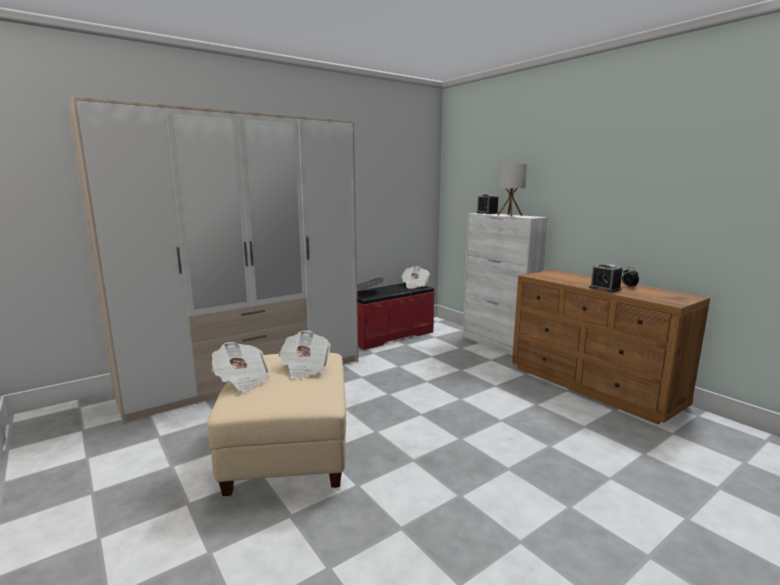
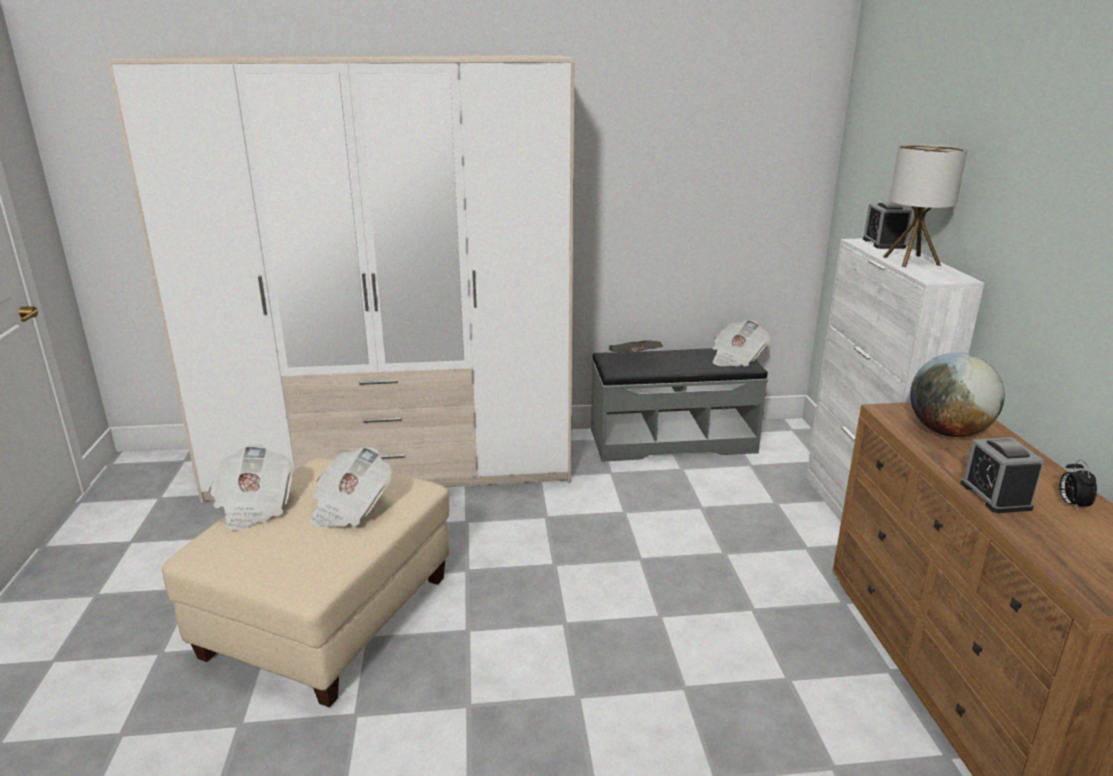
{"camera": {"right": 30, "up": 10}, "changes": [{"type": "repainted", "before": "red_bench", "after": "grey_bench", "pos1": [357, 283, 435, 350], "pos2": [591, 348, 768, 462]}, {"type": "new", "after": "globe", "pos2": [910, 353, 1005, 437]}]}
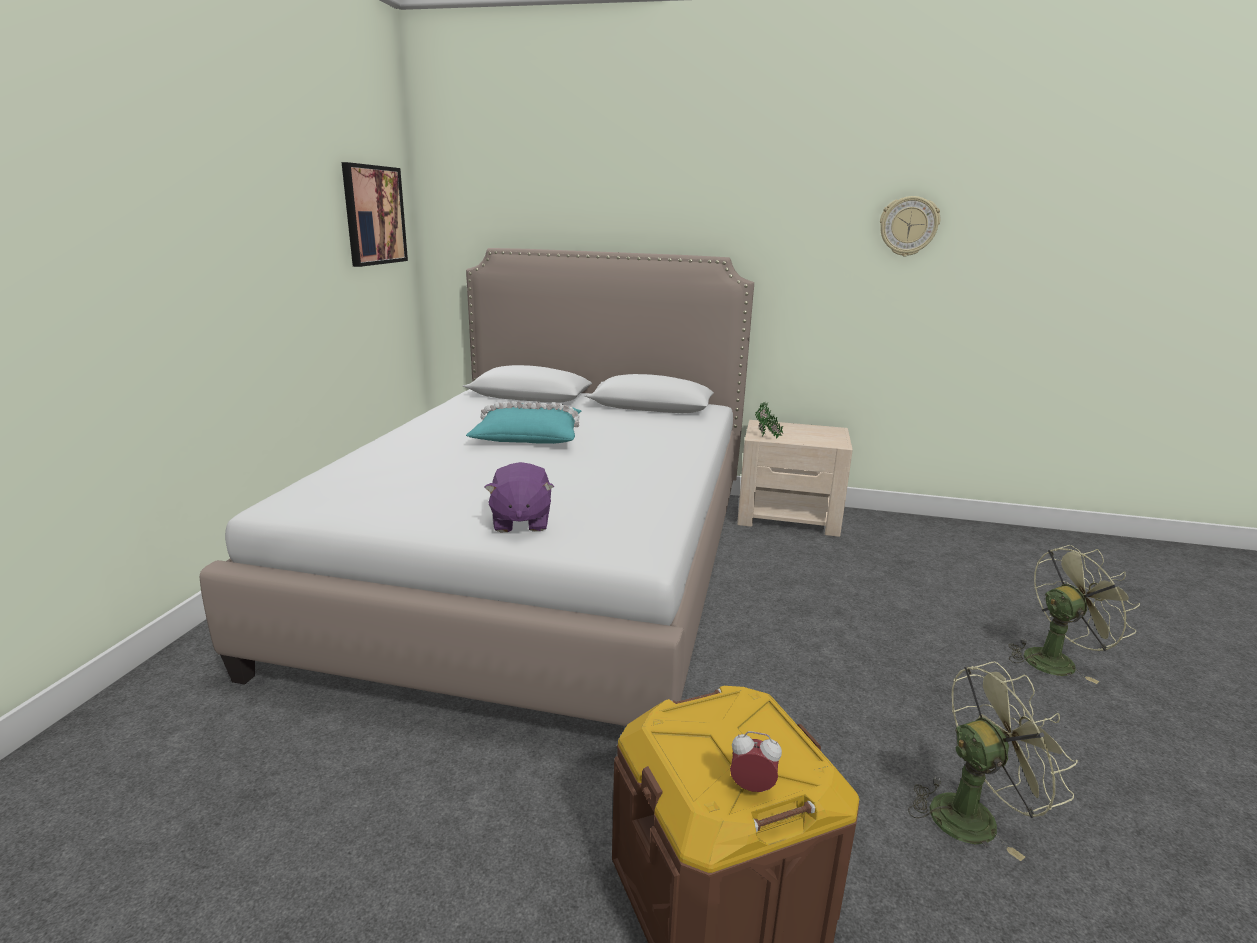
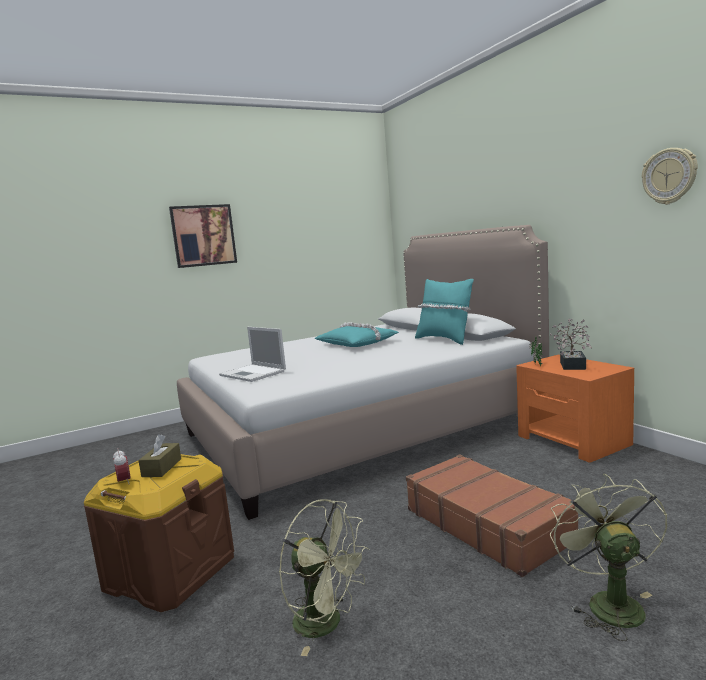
{"camera": {"right": 50, "up": -10}, "changes": [{"type": "shifted", "before": "picture", "pos1": [342, 162, 408, 267], "pos2": [169, 204, 237, 268]}, {"type": "repainted", "before": "beige_nightstand", "after": "orange_nightstand", "pos1": [737, 420, 853, 537], "pos2": [516, 355, 634, 463]}, {"type": "swapped", "before": "purple_plush_toy", "after": "laptop", "pos1": [484, 462, 554, 532], "pos2": [219, 327, 286, 382]}, {"type": "rotated", "before": "green_fan", "pos1": [1009, 545, 1140, 684], "pos2": [550, 474, 667, 641], "turn": -120}, {"type": "new", "after": "turquoise_pillow", "pos2": [415, 279, 474, 345]}, {"type": "new", "after": "potted_plant", "pos2": [551, 318, 592, 370]}, {"type": "new", "after": "brown_tissue_box", "pos2": [138, 434, 181, 477]}, {"type": "new", "after": "brown_suitcase", "pos2": [406, 454, 578, 577]}]}
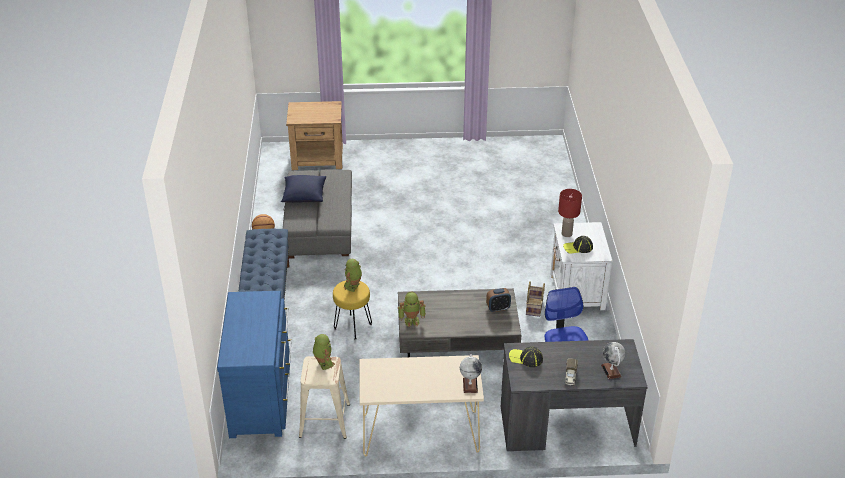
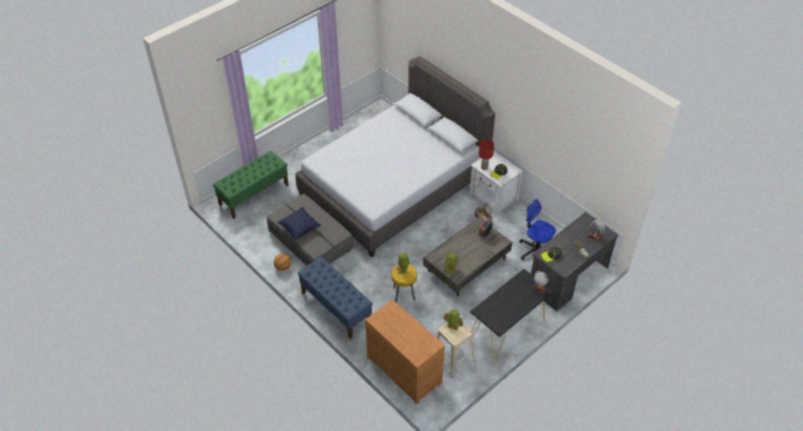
{"camera": {"right": -40, "up": 10}, "changes": [{"type": "swapped", "before": "brown_nightstand", "after": "green_bench", "pos1": [286, 101, 343, 170], "pos2": [213, 151, 289, 219]}, {"type": "repainted", "before": "blue_dresser", "after": "brown_dresser", "pos1": [217, 291, 292, 438], "pos2": [365, 299, 445, 405]}, {"type": "repainted", "before": "beige_console_table", "after": "black_console_table", "pos1": [360, 355, 484, 456], "pos2": [470, 269, 553, 363]}, {"type": "new", "after": "grey_bed", "pos2": [295, 56, 495, 257]}]}
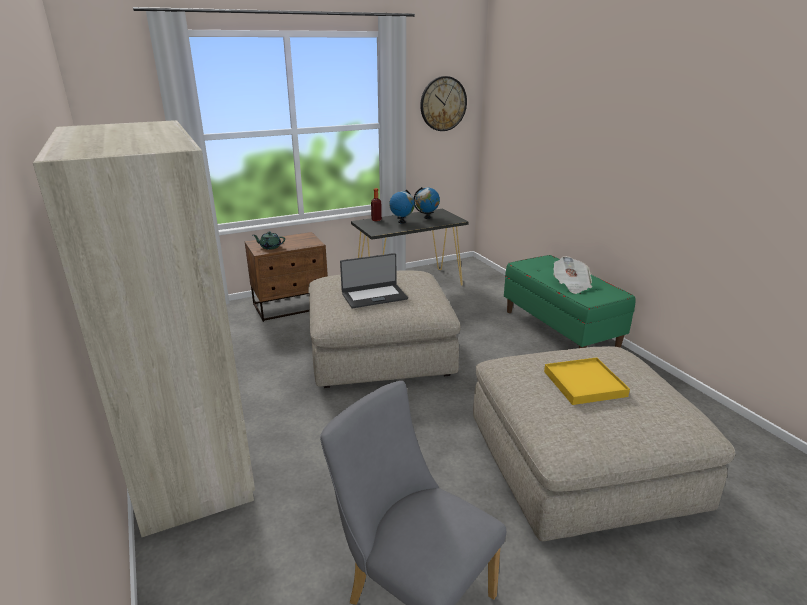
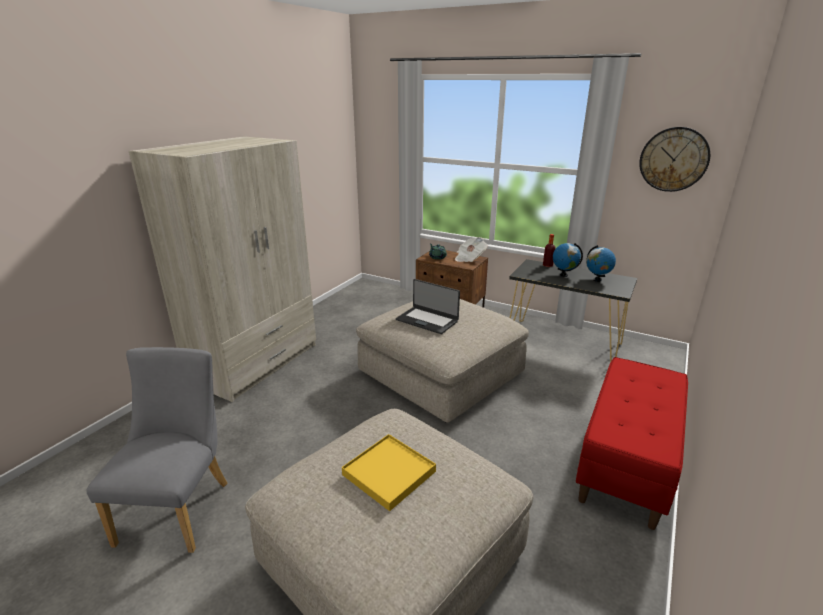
{"camera": {"right": 55, "up": 0}, "changes": [{"type": "repainted", "before": "green_bench", "after": "red_bench", "pos1": [504, 255, 636, 348], "pos2": [576, 357, 688, 530]}, {"type": "shifted", "before": "newspaper", "pos1": [553, 256, 592, 294], "pos2": [455, 237, 487, 262]}]}
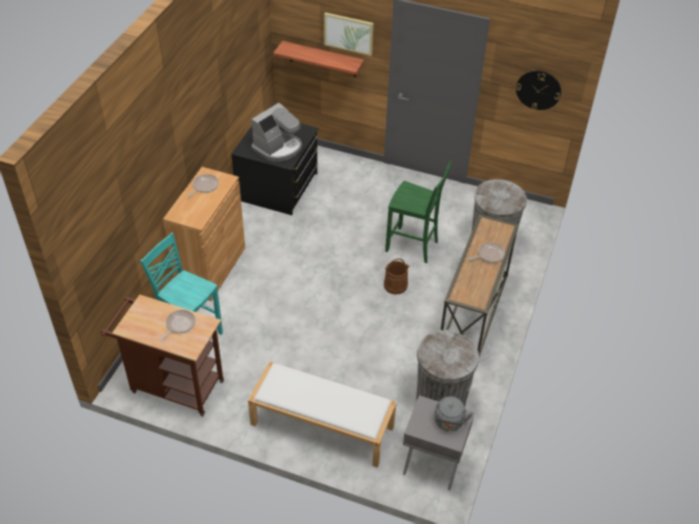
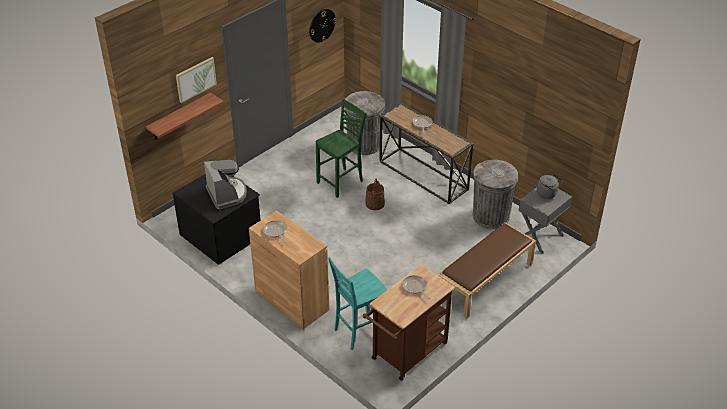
{"camera": {"right": -65, "up": -5}, "changes": [{"type": "repainted", "before": "white_bench", "after": "brown_bench", "pos1": [248, 362, 397, 468], "pos2": [438, 222, 536, 319]}]}
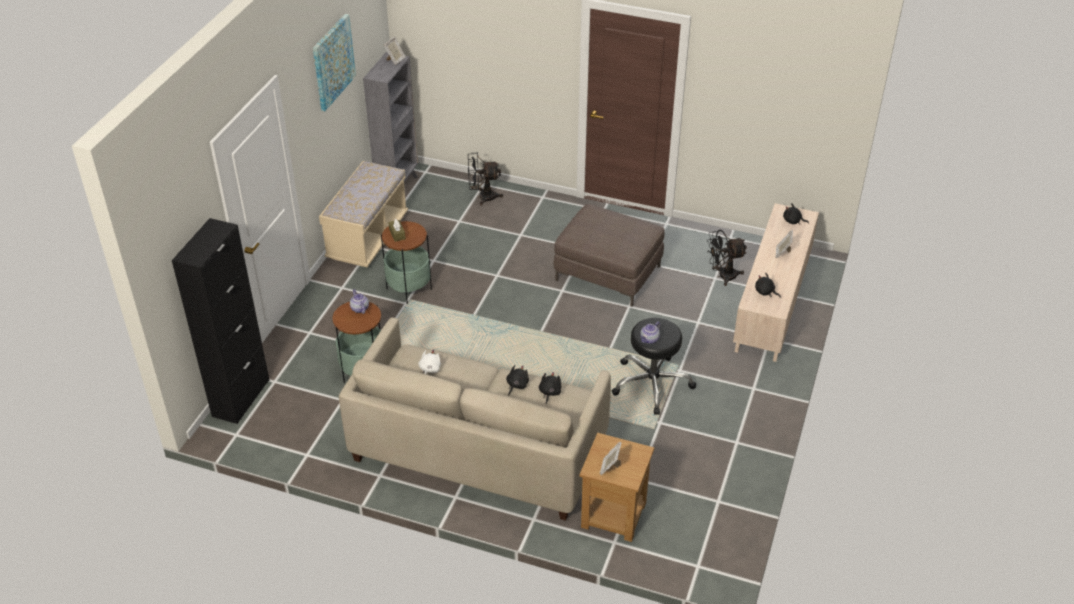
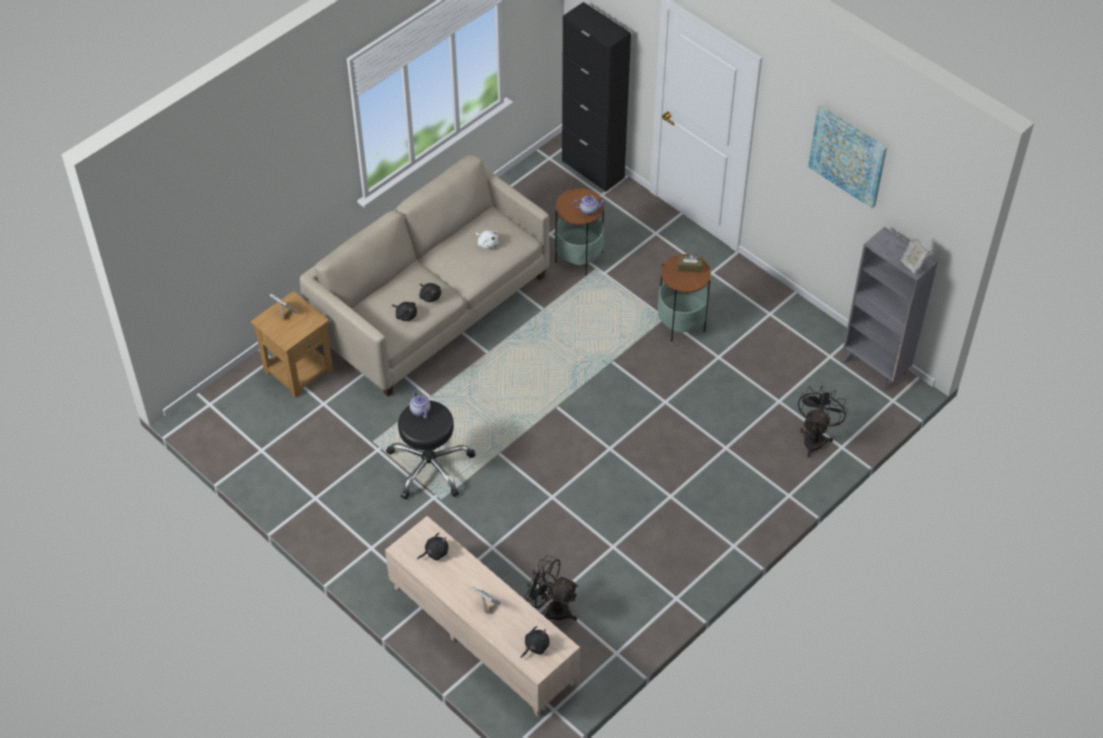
{"camera": {"right": 115, "up": 10}, "changes": [{"type": "gone", "before": "beige_bench", "pos1": [319, 161, 408, 268]}, {"type": "gone", "before": "brown_ottoman", "pos1": [554, 204, 665, 307]}, {"type": "rotated", "before": "black_fan", "pos1": [707, 230, 747, 286], "pos2": [525, 555, 579, 621], "turn": -75}]}
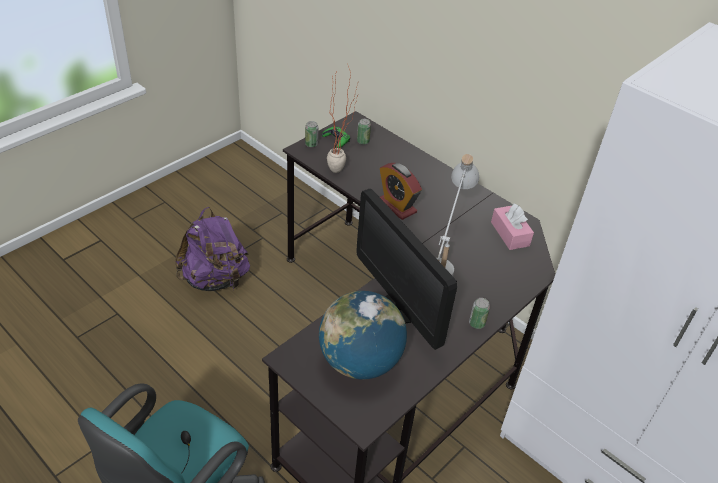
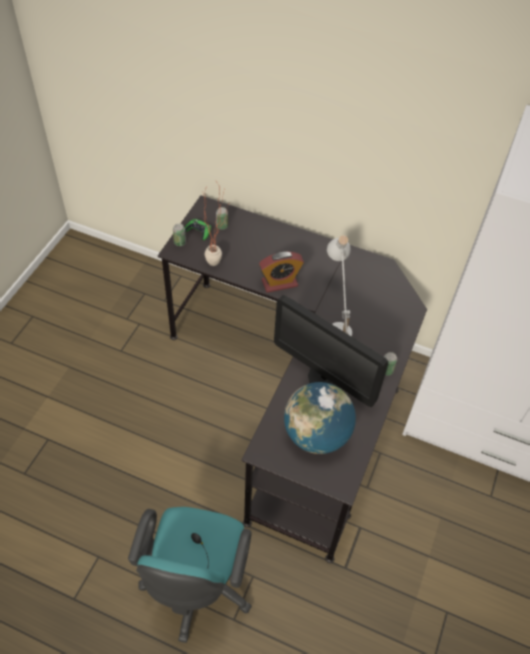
{"camera": {"right": -20, "up": 10}, "changes": [{"type": "rotated", "before": "alarm_clock", "pos1": [380, 163, 422, 220], "pos2": [259, 252, 304, 293], "turn": -45}, {"type": "gone", "before": "pink_tissue_box", "pos1": [491, 204, 534, 250]}, {"type": "gone", "before": "purple_backpack", "pos1": [175, 207, 250, 291]}]}
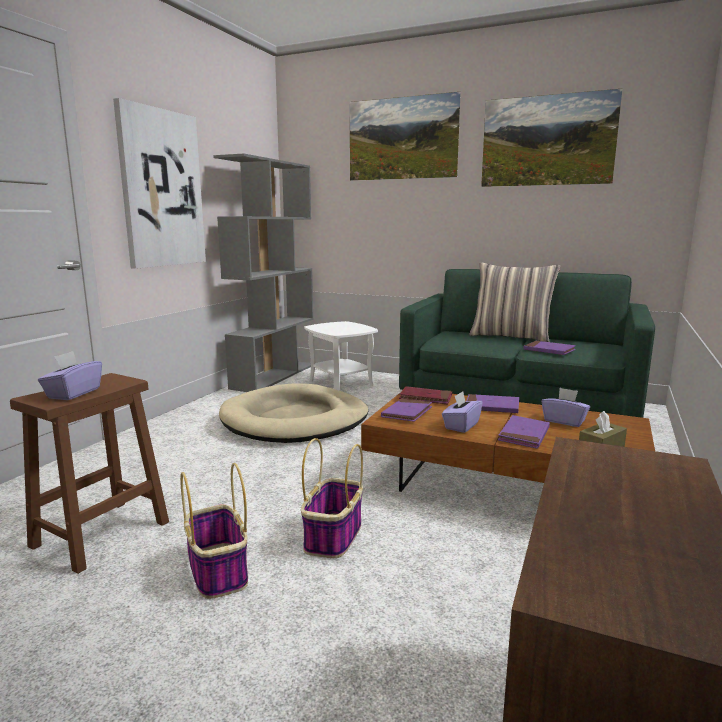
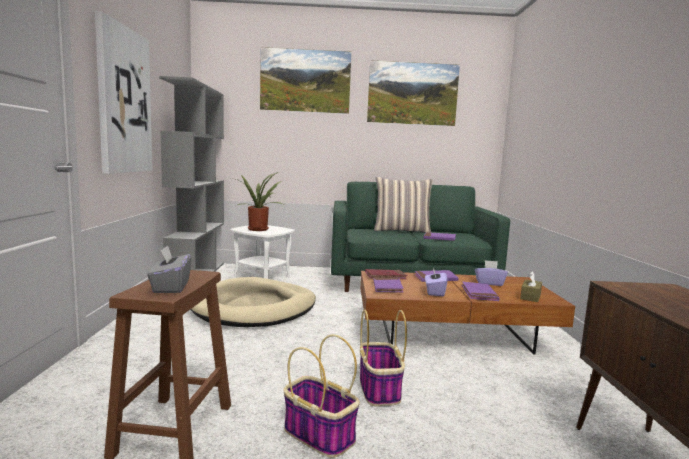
{"camera": {"right": -25, "up": -5}, "changes": [{"type": "repainted", "before": "purple_tissue_box", "after": "grey_tissue_box", "pos1": [38, 351, 102, 400], "pos2": [147, 245, 192, 293]}, {"type": "new", "after": "potted_plant", "pos2": [231, 173, 283, 231]}]}
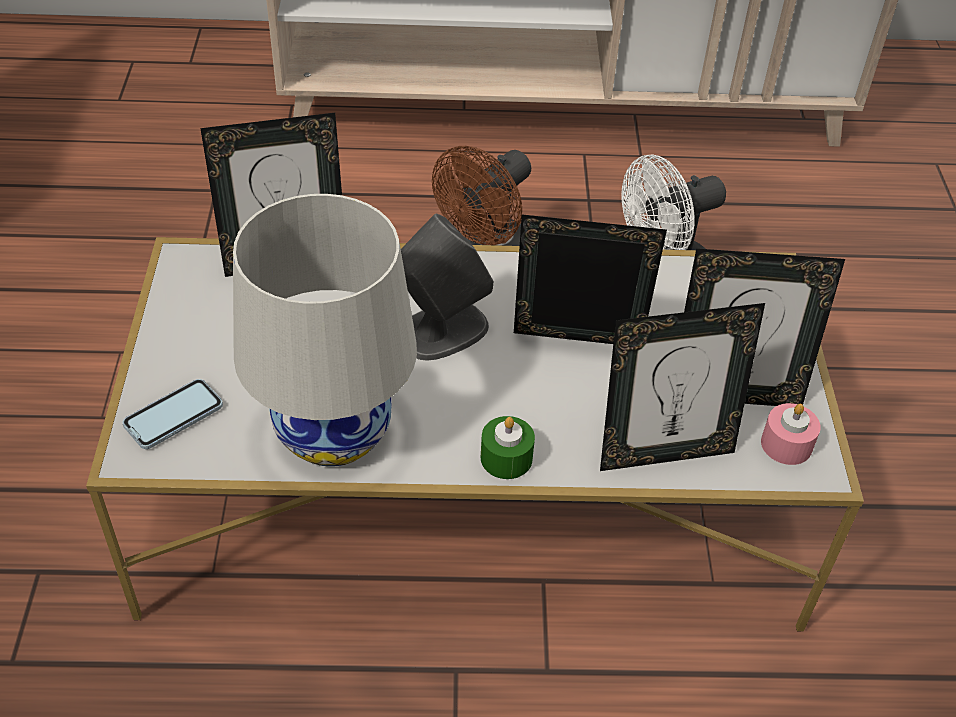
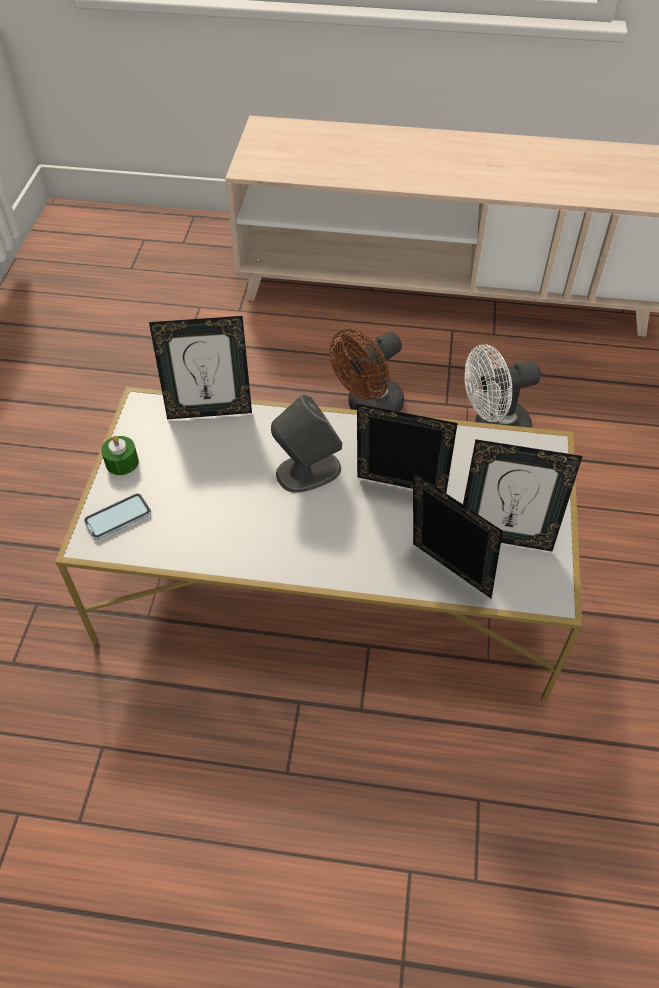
{"camera": {"right": 10, "up": 5}, "changes": [{"type": "gone", "before": "white_table_lamp", "pos1": [233, 194, 417, 467]}, {"type": "rotated", "before": "picture_frame", "pos1": [600, 303, 765, 471], "pos2": [413, 472, 503, 598], "turn": -135}, {"type": "gone", "before": "pink_candle", "pos1": [761, 403, 821, 465]}, {"type": "shifted", "before": "green_candle", "pos1": [481, 416, 535, 479], "pos2": [101, 436, 139, 475]}]}
